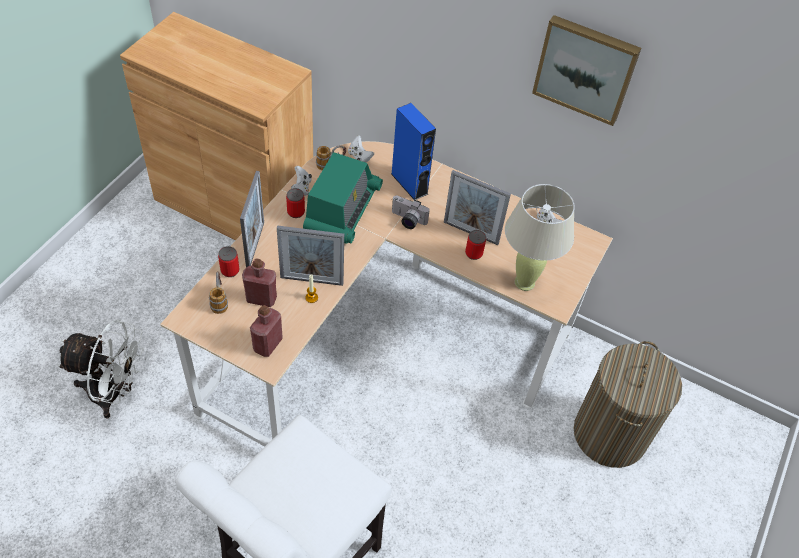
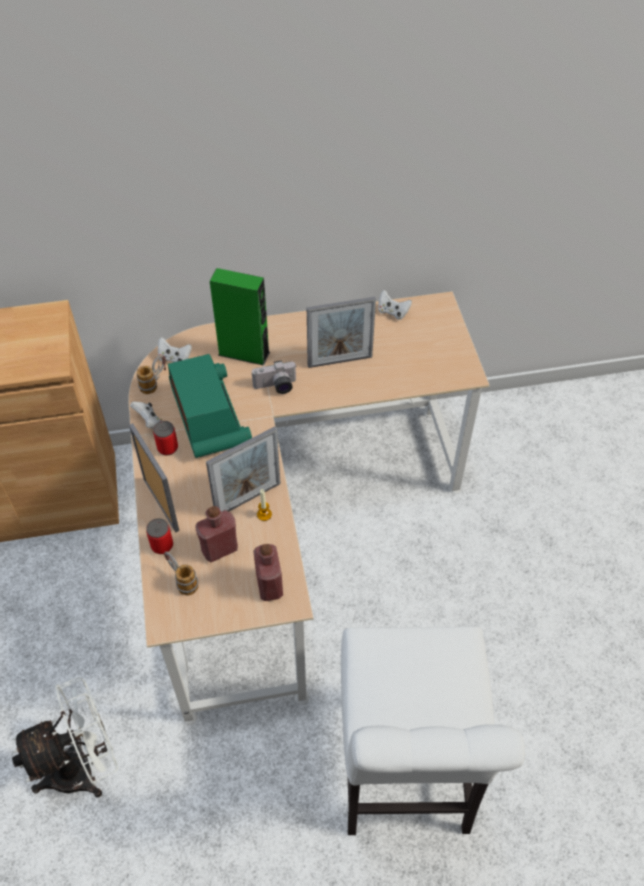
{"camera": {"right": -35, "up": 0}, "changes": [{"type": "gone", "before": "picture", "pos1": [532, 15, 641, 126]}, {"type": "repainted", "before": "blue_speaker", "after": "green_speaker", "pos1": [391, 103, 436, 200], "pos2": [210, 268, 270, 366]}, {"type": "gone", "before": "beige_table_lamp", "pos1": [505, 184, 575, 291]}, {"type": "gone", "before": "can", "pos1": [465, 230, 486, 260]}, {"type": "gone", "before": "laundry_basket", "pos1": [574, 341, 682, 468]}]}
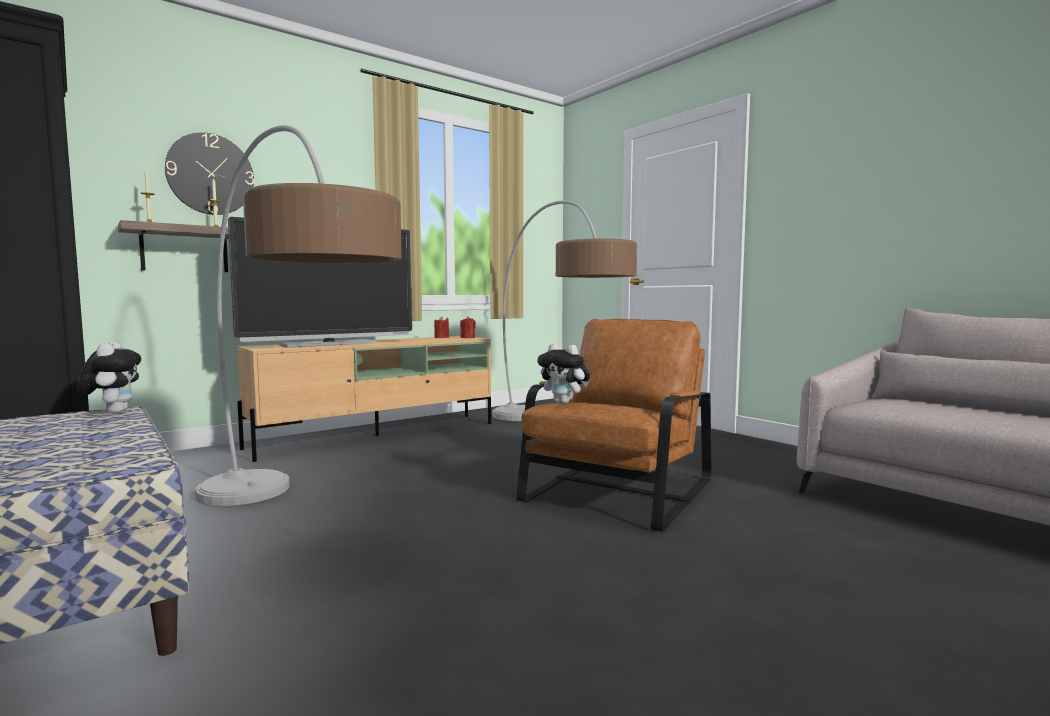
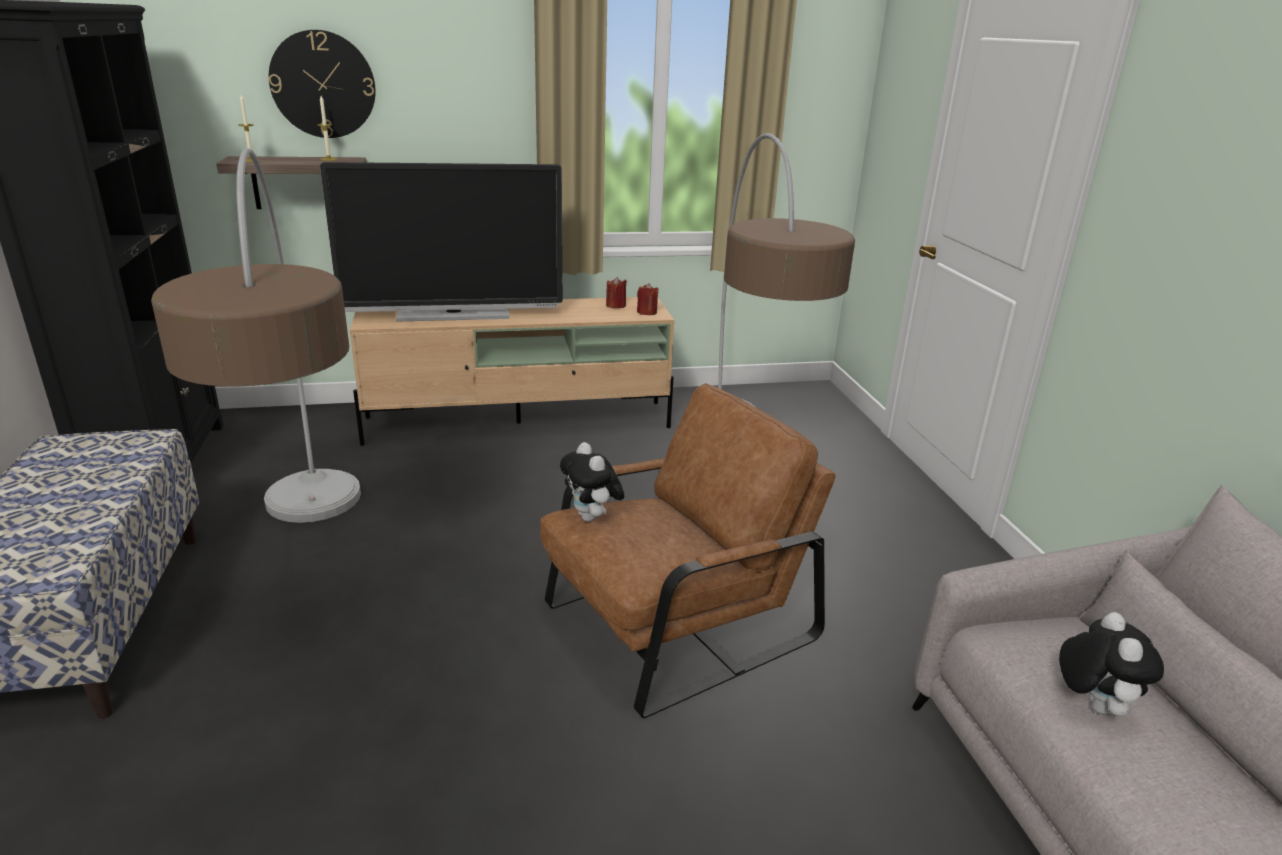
{"camera": {"right": 25, "up": 20}, "changes": [{"type": "shifted", "before": "plush_toy", "pos1": [77, 341, 141, 413], "pos2": [1059, 612, 1164, 717]}]}
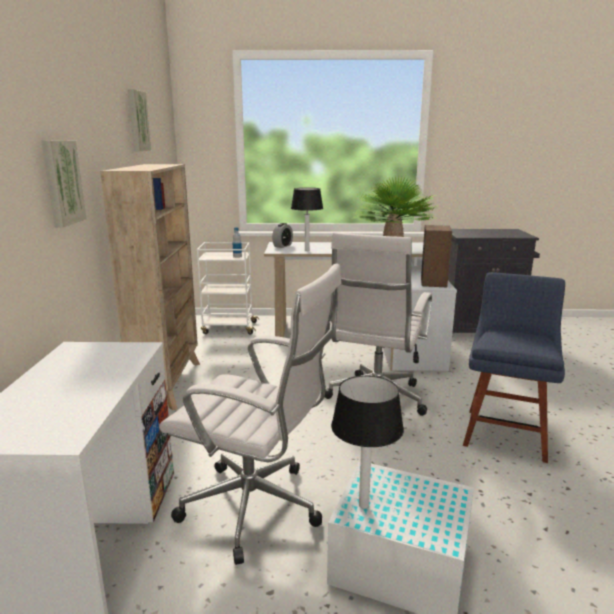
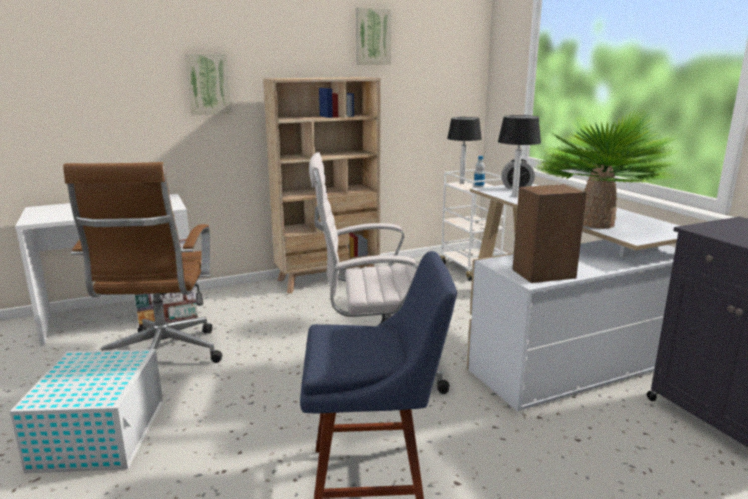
{"camera": {"right": 65, "up": 0}, "changes": [{"type": "repainted", "before": "white_office_chair", "after": "brown_office_chair", "pos1": [159, 263, 341, 565], "pos2": [63, 162, 222, 363]}, {"type": "shifted", "before": "table_lamp", "pos1": [331, 376, 404, 509], "pos2": [447, 117, 482, 184]}]}
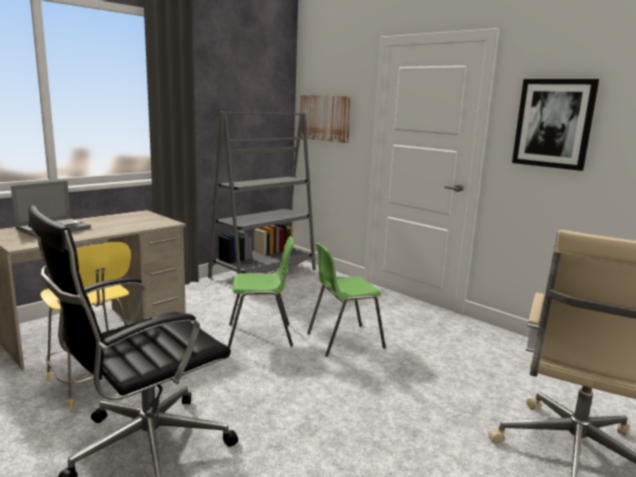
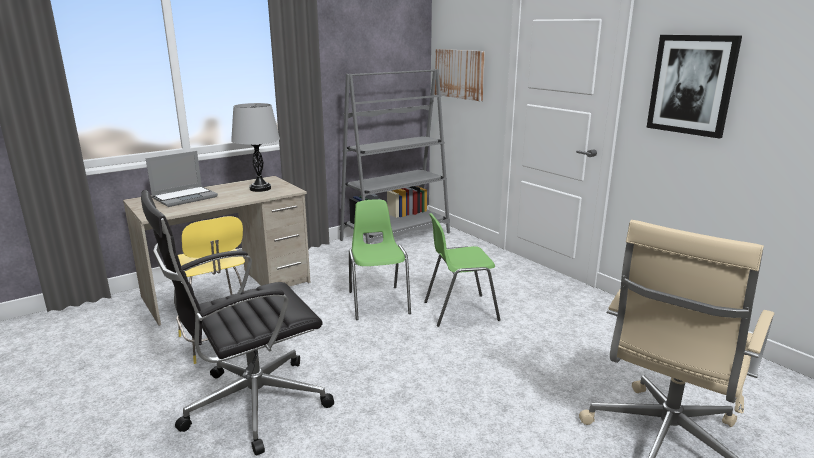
{"camera": {"right": 10, "up": 5}, "changes": [{"type": "rotated", "before": "green_chair", "pos1": [228, 236, 294, 348], "pos2": [349, 200, 411, 320], "turn": -105}, {"type": "new", "after": "grey_table_lamp", "pos2": [231, 103, 280, 192]}]}
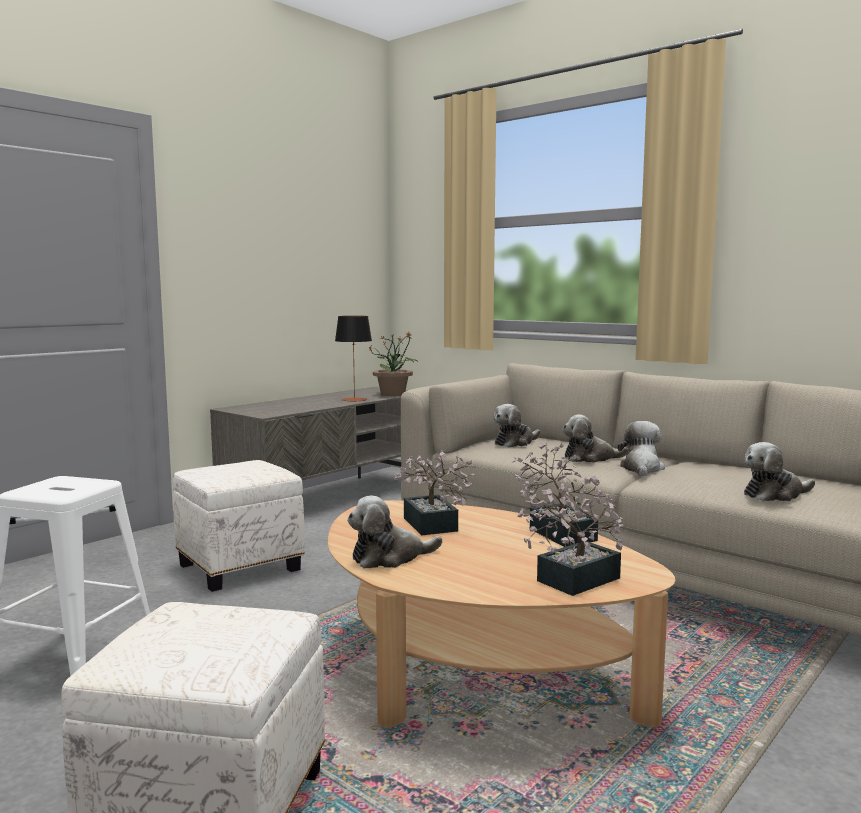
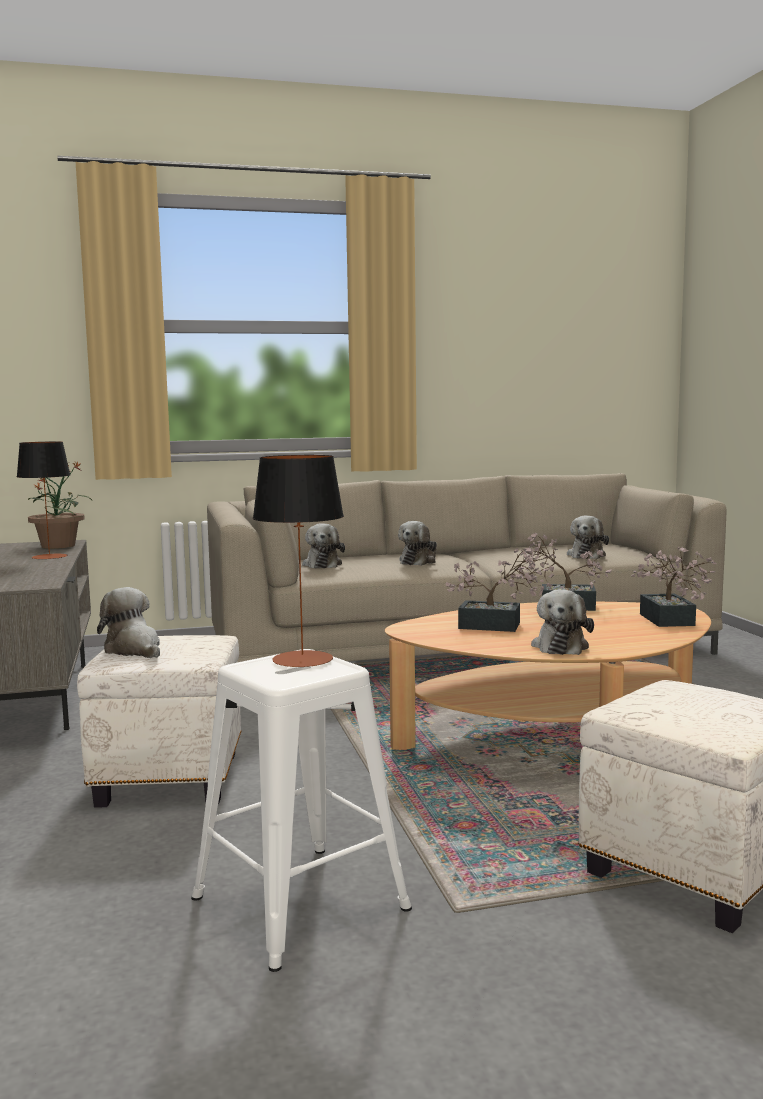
{"camera": {"right": -55, "up": 0}, "changes": [{"type": "shifted", "before": "plush_toy", "pos1": [618, 421, 665, 476], "pos2": [97, 587, 160, 658]}, {"type": "new", "after": "table_lamp", "pos2": [253, 455, 344, 668]}]}
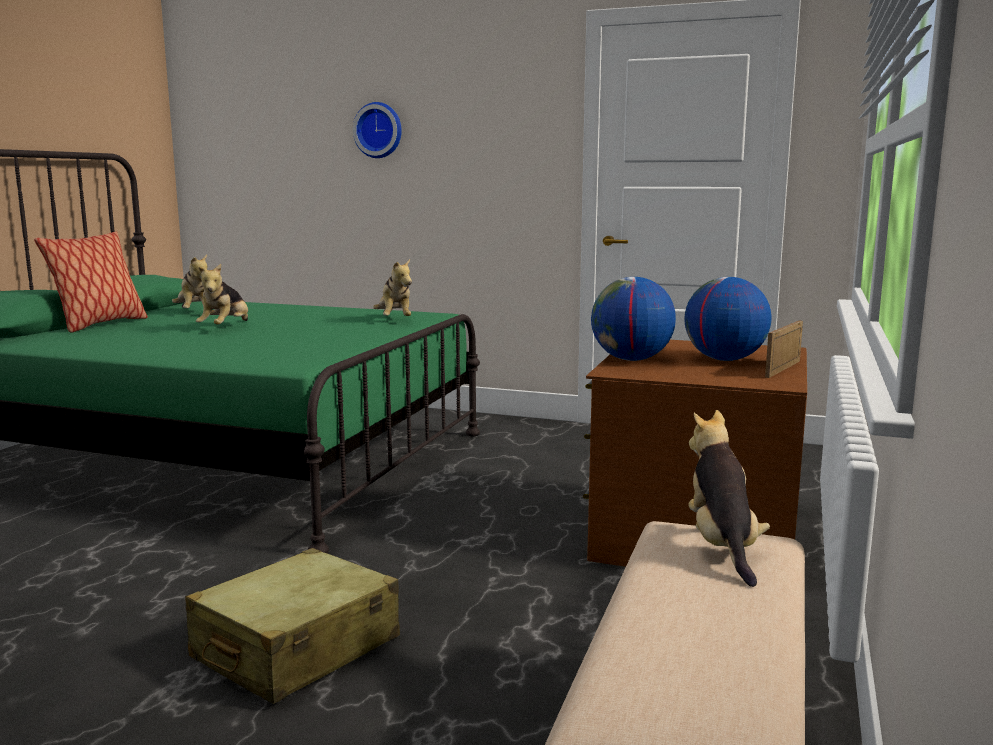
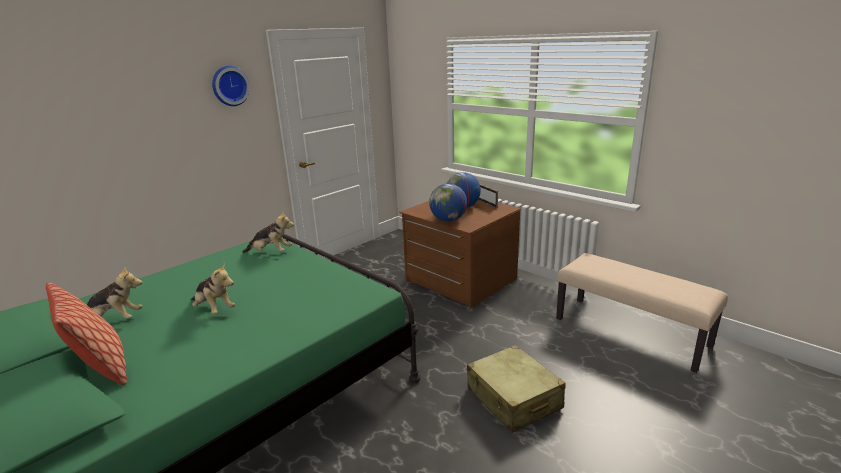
{"camera": {"right": -65, "up": 10}, "changes": [{"type": "shifted", "before": "wall_clock", "pos1": [353, 102, 402, 158], "pos2": [212, 66, 250, 106]}, {"type": "gone", "before": "plush_toy", "pos1": [688, 410, 770, 587]}]}
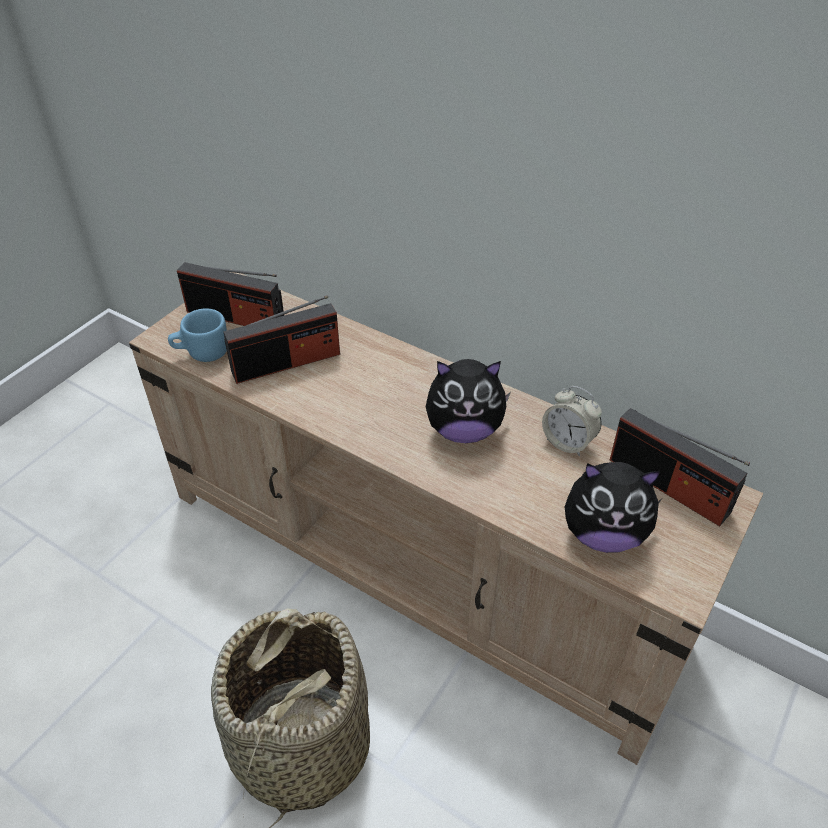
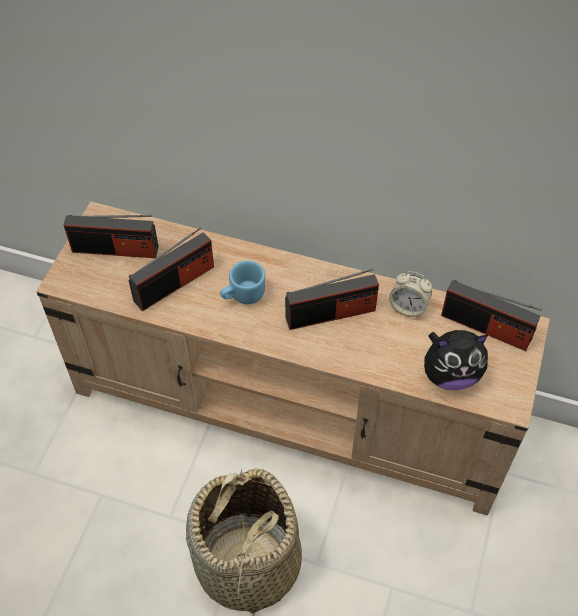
{"camera": {"right": -15, "up": 10}, "changes": [{"type": "shifted", "before": "blue_mug", "pos1": [168, 308, 227, 362], "pos2": [220, 260, 265, 304]}, {"type": "swapped", "before": "plush_toy", "after": "radio", "pos1": [425, 359, 511, 443], "pos2": [285, 268, 379, 330]}]}
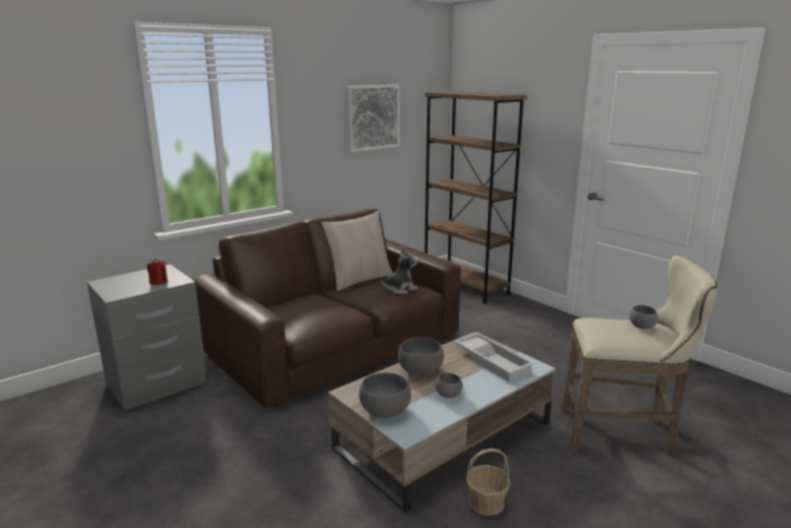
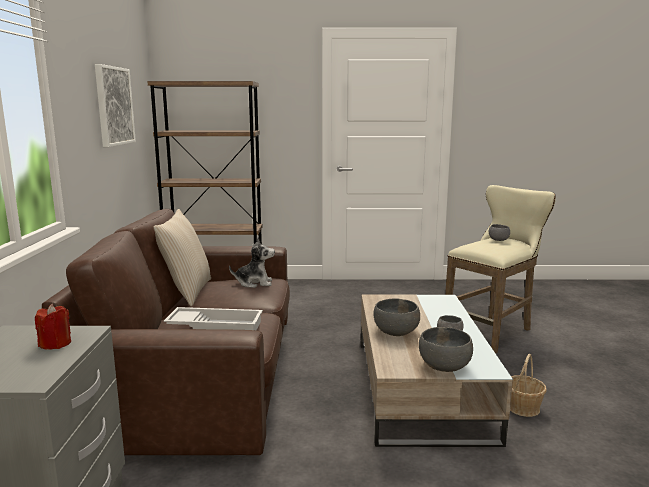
{"camera": {"right": -50, "up": -5}, "changes": [{"type": "rotated", "before": "plush_toy", "pos1": [381, 248, 418, 294], "pos2": [229, 237, 275, 288], "turn": 75}, {"type": "shifted", "before": "white_tray", "pos1": [454, 333, 534, 382], "pos2": [164, 307, 263, 330]}]}
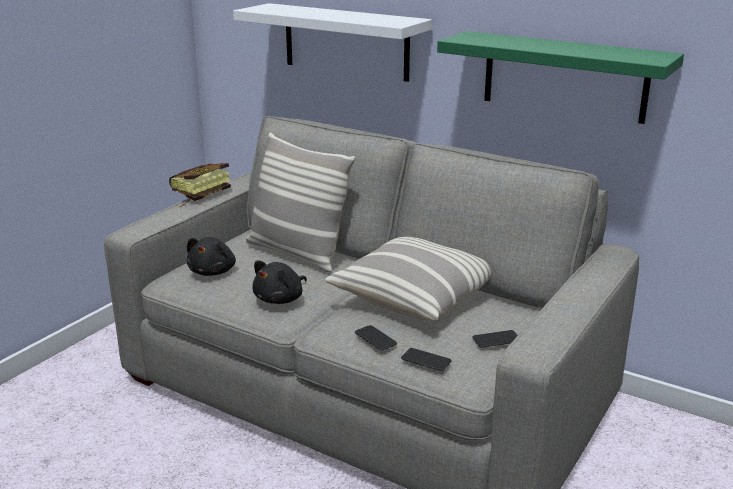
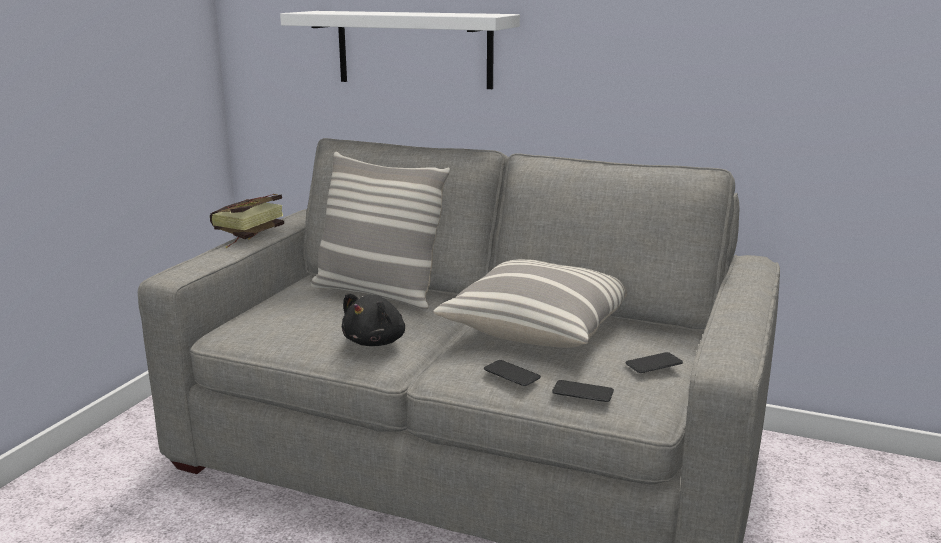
{"camera": {"right": -10, "up": -5}, "changes": [{"type": "gone", "before": "green_shelf", "pos1": [437, 31, 684, 124]}, {"type": "gone", "before": "black_plush_toy", "pos1": [187, 237, 236, 276]}]}
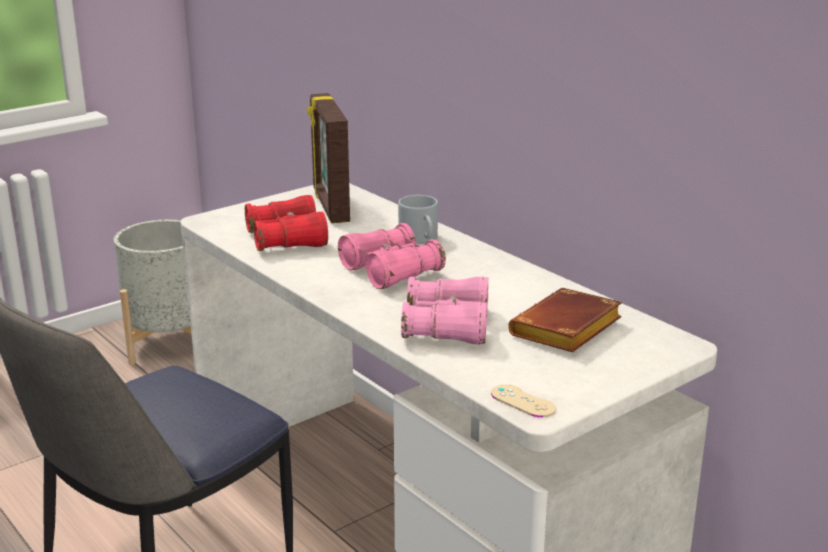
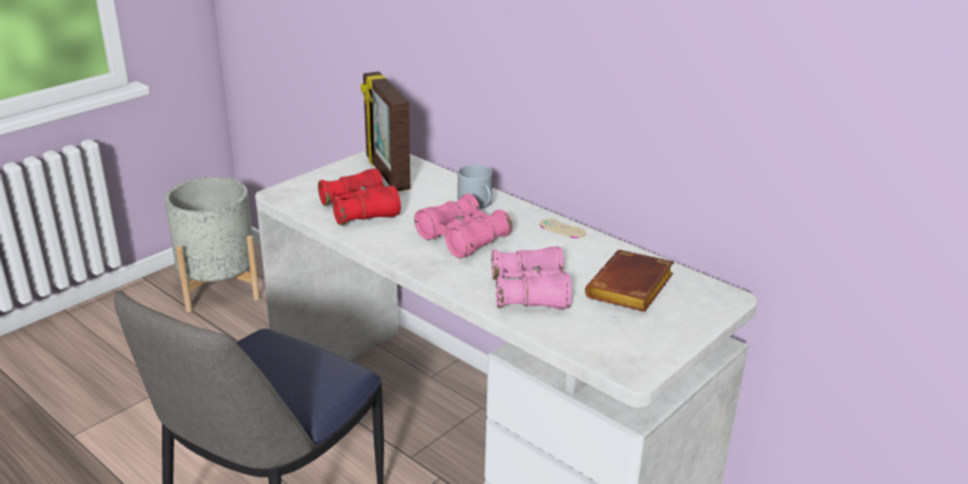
{"camera": {"right": -10, "up": 5}, "changes": [{"type": "shifted", "before": "beige_game_controller", "pos1": [491, 384, 556, 418], "pos2": [540, 219, 586, 238]}]}
